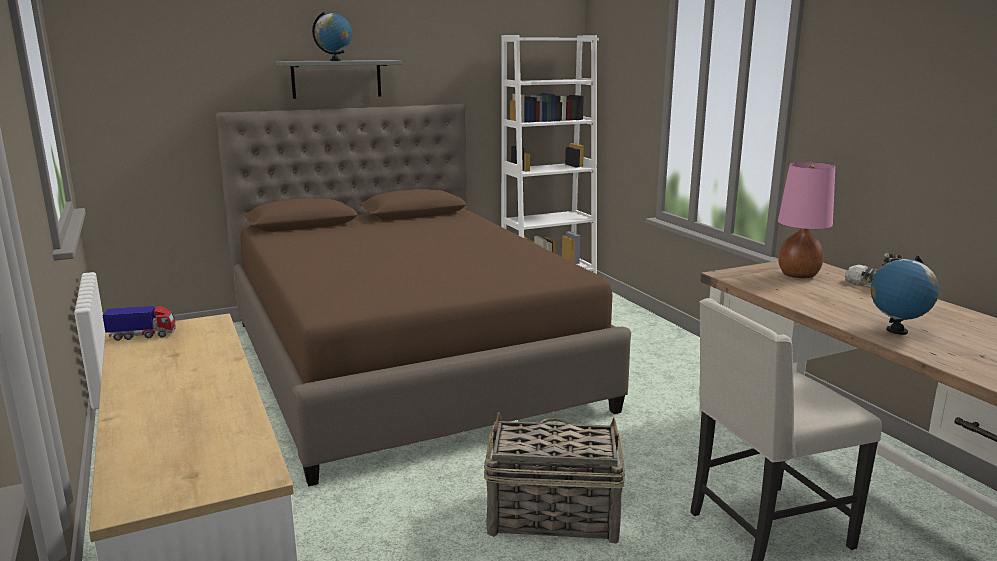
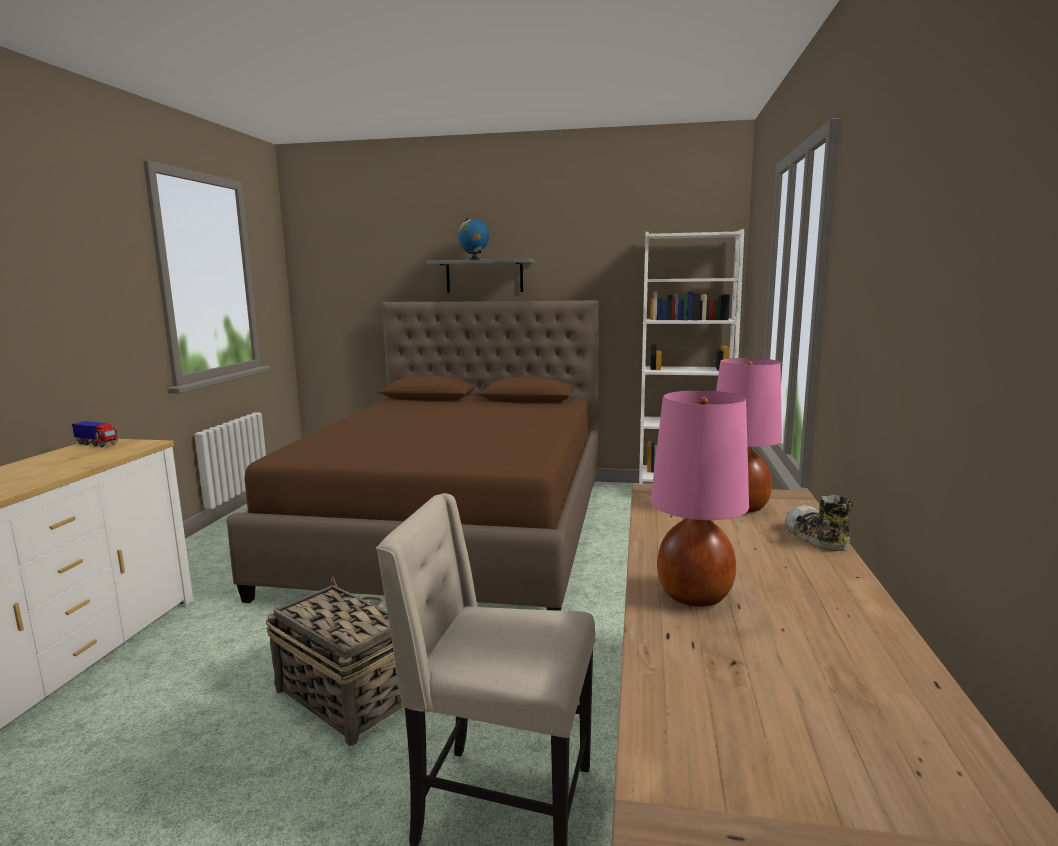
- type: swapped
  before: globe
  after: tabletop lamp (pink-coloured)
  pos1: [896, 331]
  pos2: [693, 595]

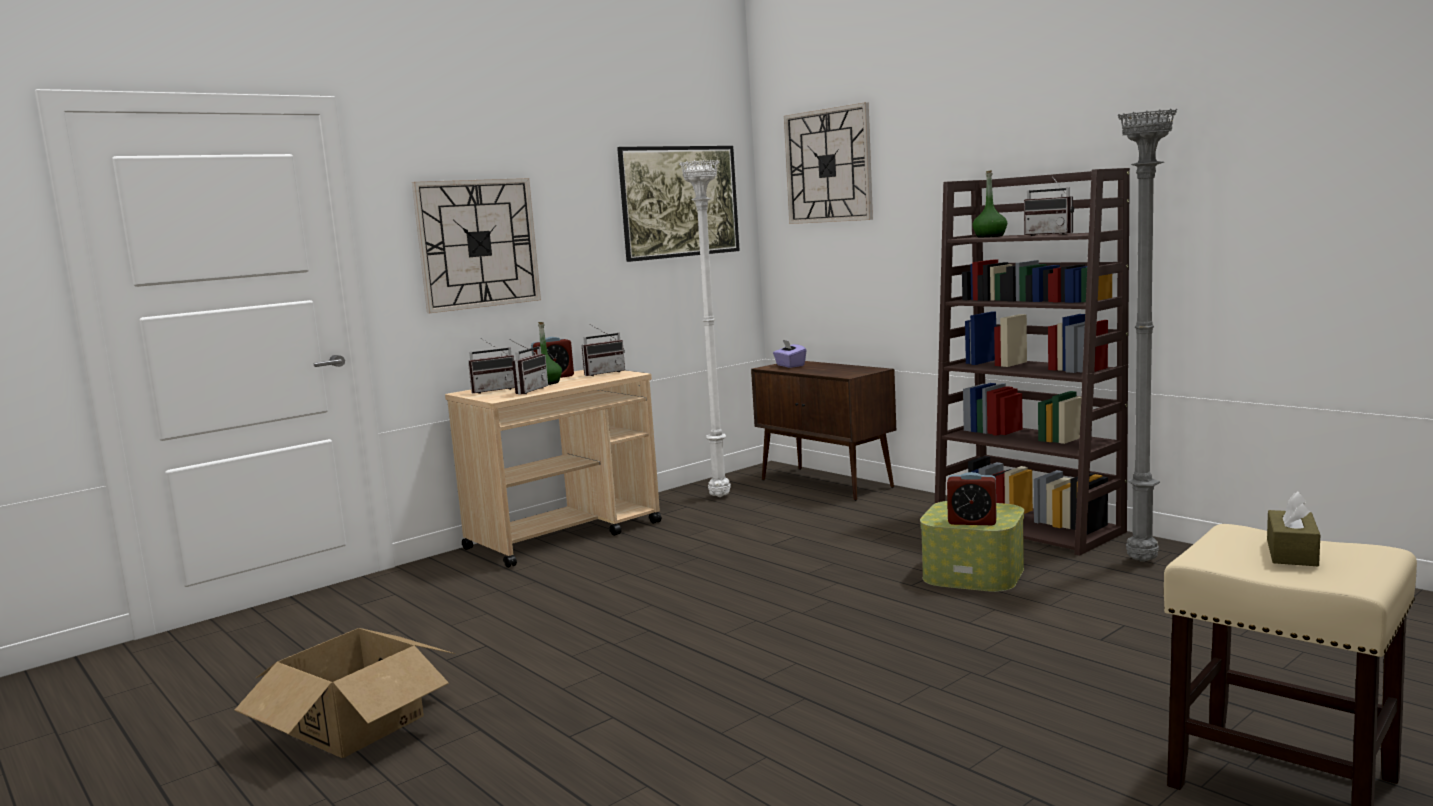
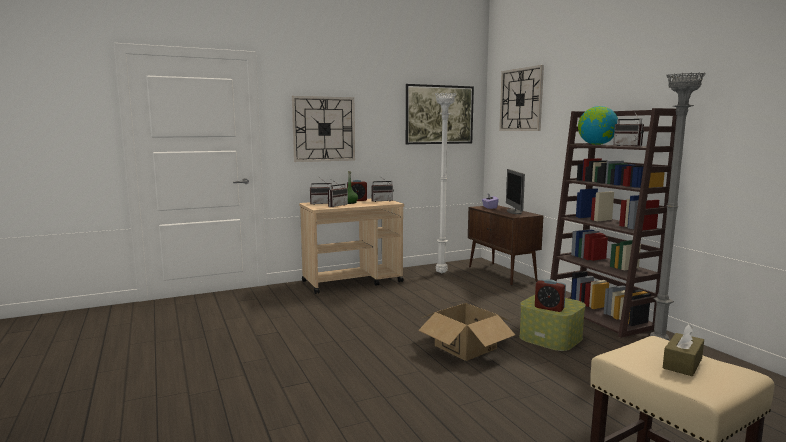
- type: new
  after: computer display
  pos2: [514, 212]
- type: shifted
  before: cardboard box
  pos1: [355, 724]
  pos2: [465, 347]
- type: swapped
  before: bottle (greenish)
  after: globe
  pos1: [989, 236]
  pos2: [596, 144]

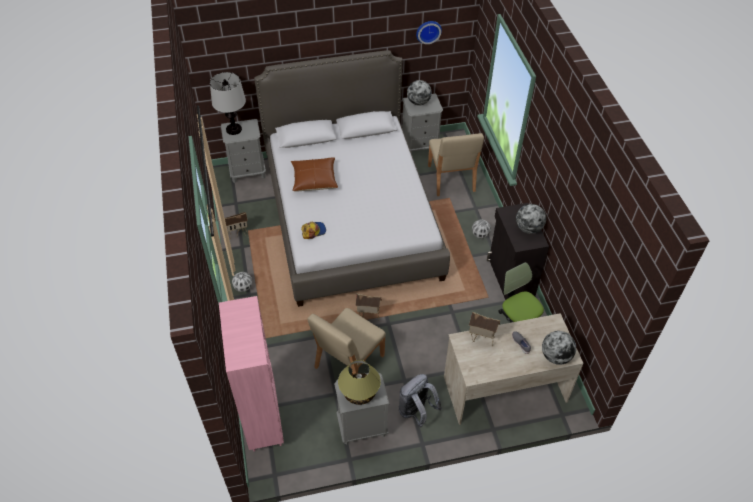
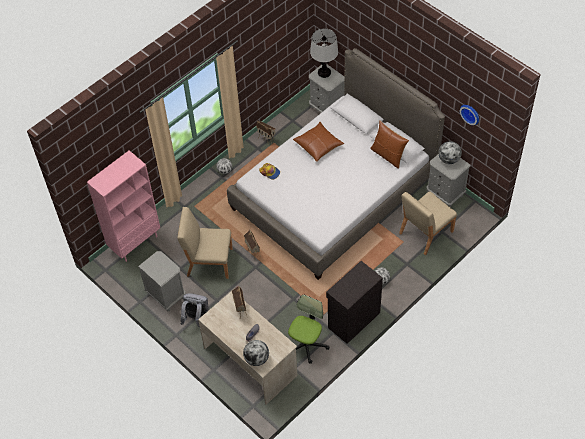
- type: gone
  before: tabletop lamp
  pos1: [360, 392]
- type: gone
  before: globe
  pos1: [528, 228]
- type: new
  after: throw pillow (brown-coloured)
  pos2: [388, 155]

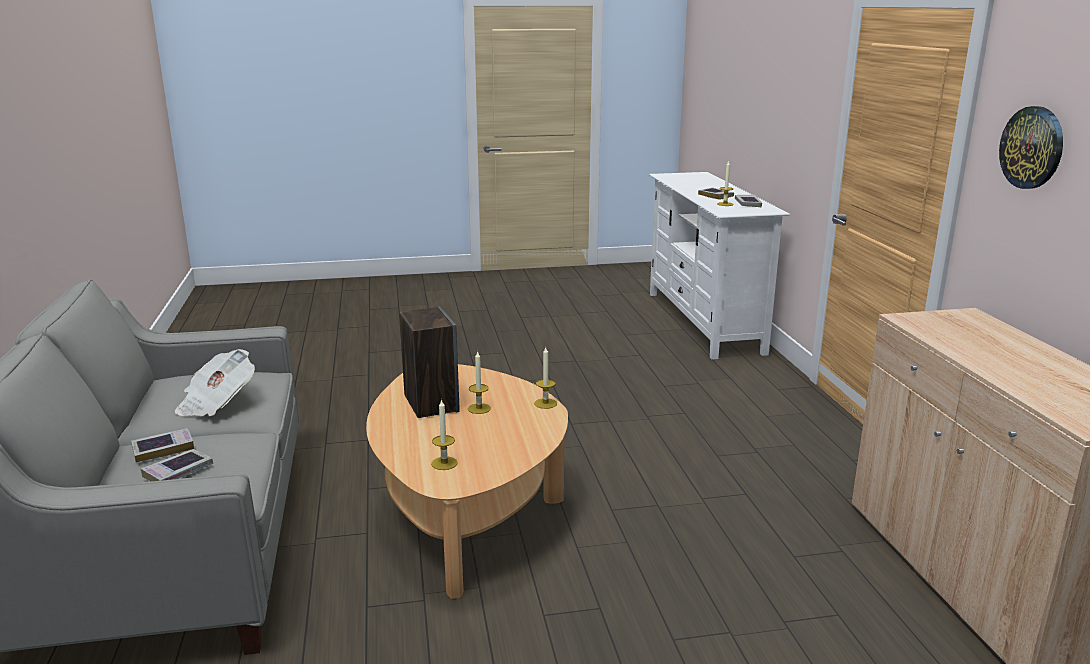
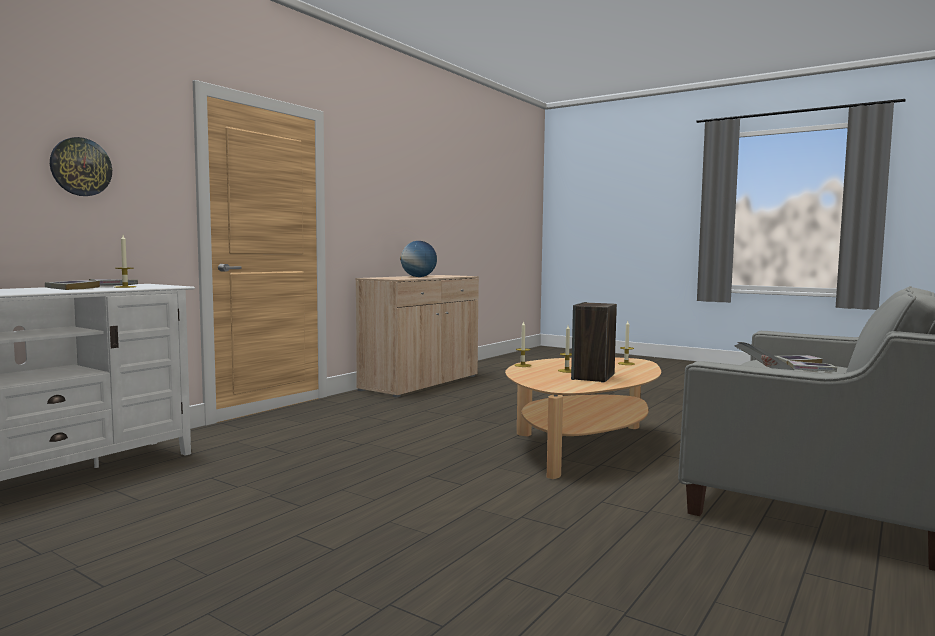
- type: new
  after: globe
  pos2: [418, 277]
- type: shifted
  before: hanging clock
  pos1: [1032, 147]
  pos2: [80, 167]

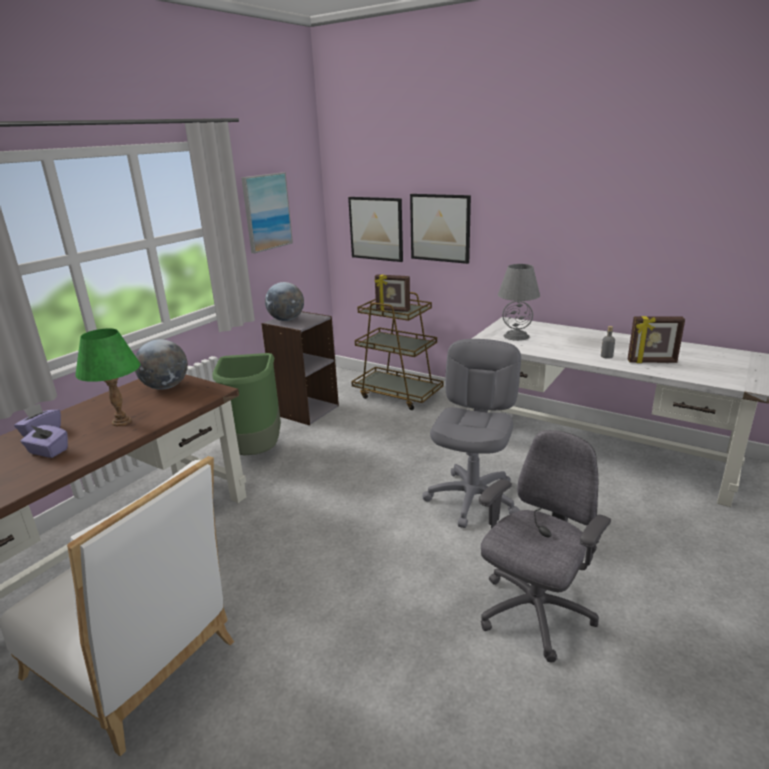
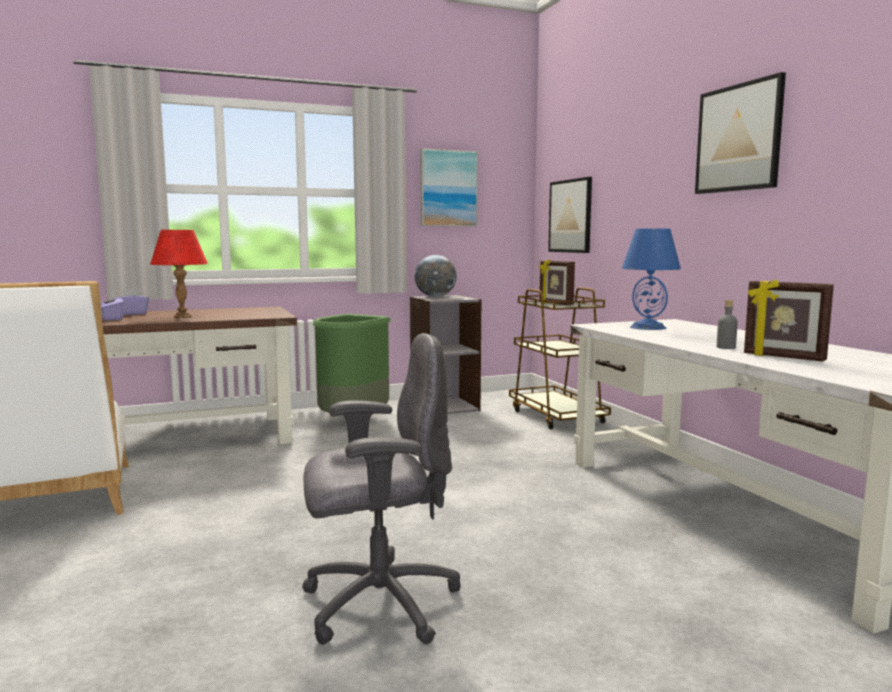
- type: gone
  before: globe
  pos1: [165, 387]
- type: gone
  before: computer chair (grey)
  pos1: [473, 498]
- type: shifted
  before: wall art
  pos1: [440, 228]
  pos2: [738, 138]
- type: repainted
  before: tabletop lamp (greenish)
  after: tabletop lamp (red)
  pos1: [121, 421]
  pos2: [182, 317]
- type: repainted
  before: tabletop lamp (grey)
  after: tabletop lamp (blue)
  pos1: [516, 336]
  pos2: [648, 327]

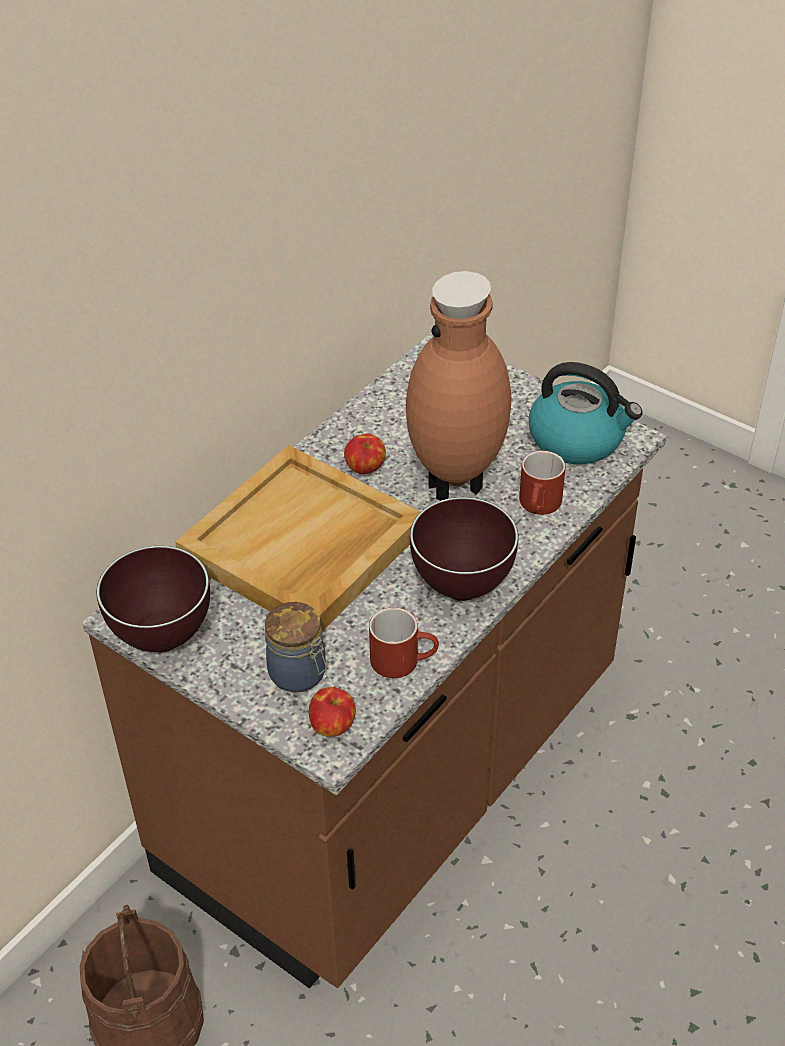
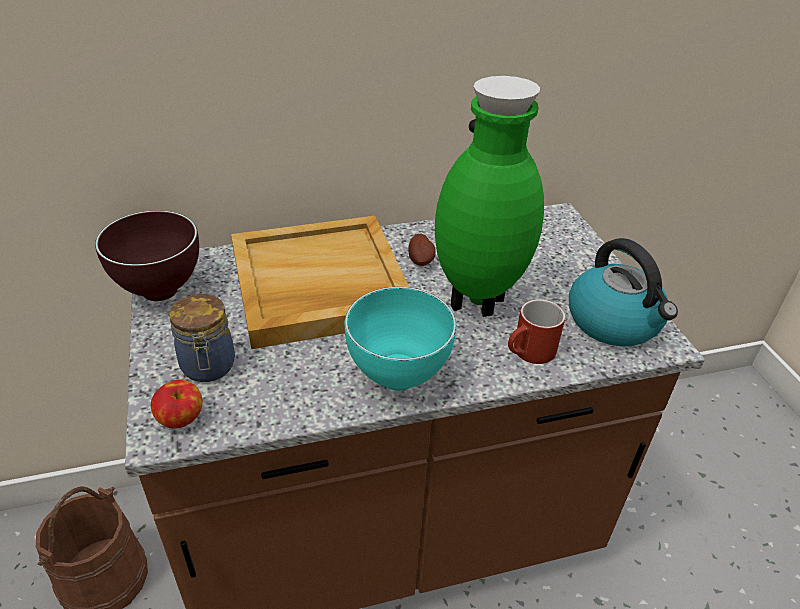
- type: gone
  before: mug (red)
  pos1: [404, 660]
- type: swapped
  before: apple fruit
  after: whole potato
  pos1: [365, 468]
  pos2: [421, 260]
- type: repainted
  before: flower vase (brown-coloured)
  after: flower vase (greenish)
  pos1: [457, 485]
  pos2: [477, 304]
- type: repainted
  before: bowl (brown-coloured)
  after: bowl (turquoise-coloured)
  pos1: [459, 587]
  pos2: [396, 376]

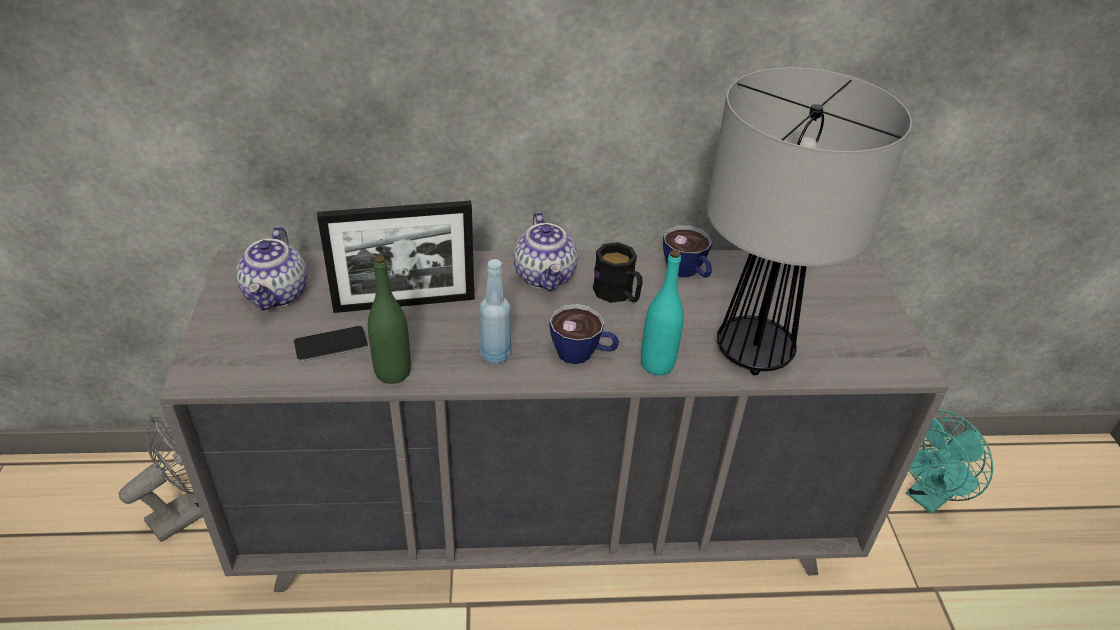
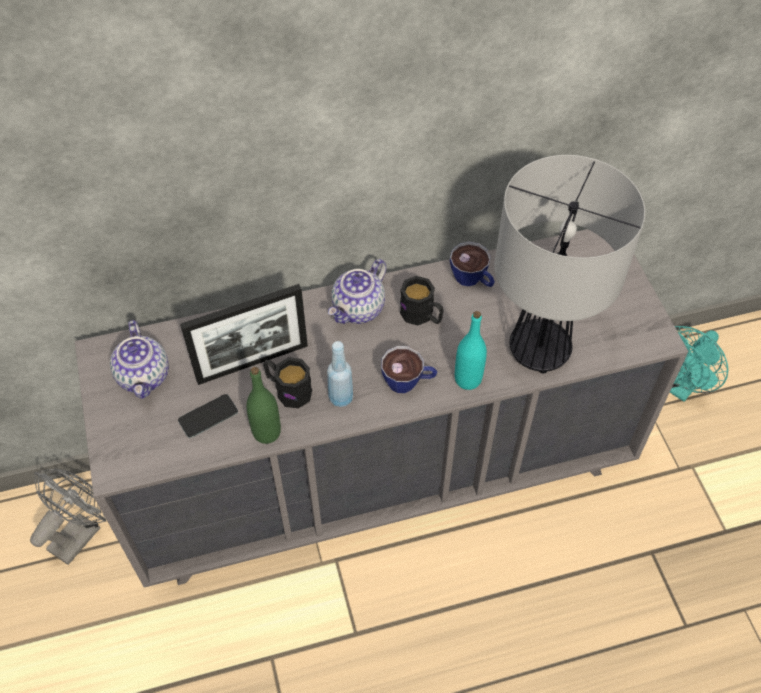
- type: new
  after: mug (blackish)
  pos2: [288, 390]
- type: rotated
  before: tea pot
  pos1: [546, 276]
  pos2: [359, 309]
  turn: 60

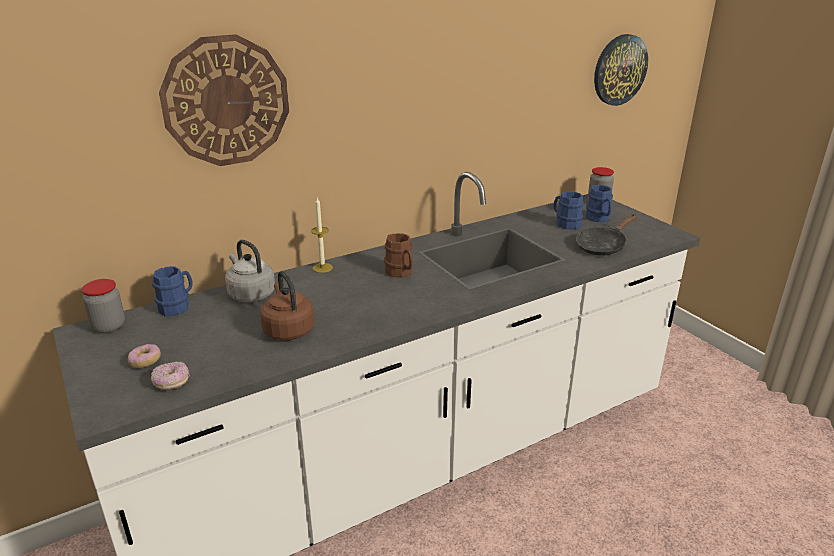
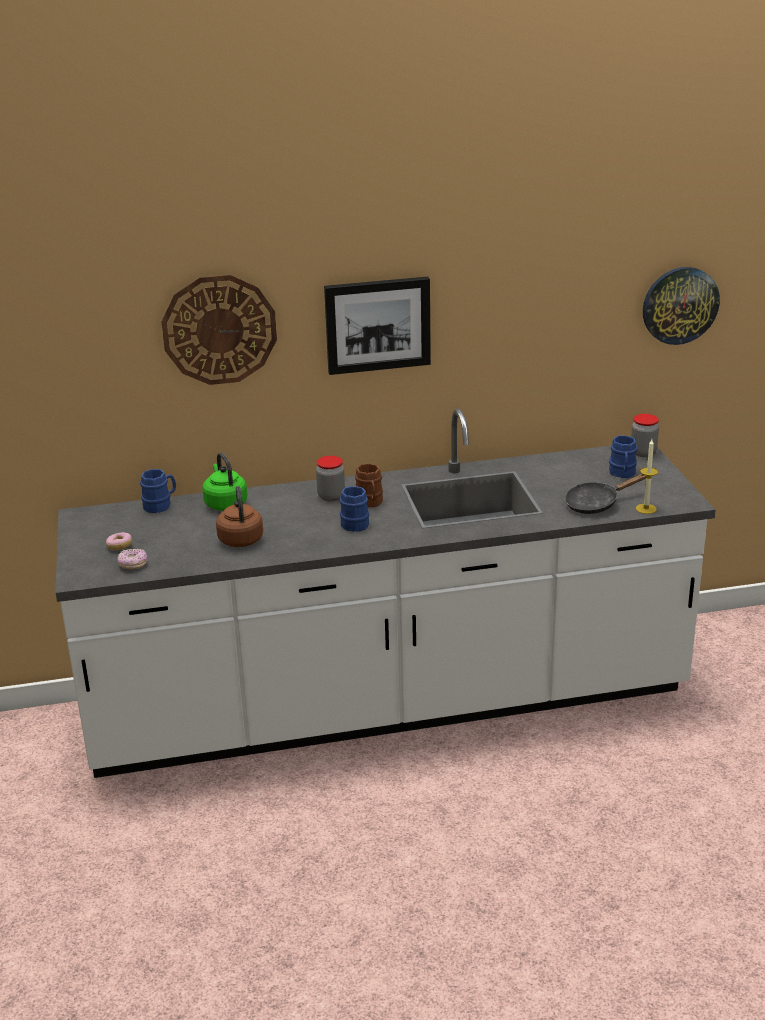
- type: new
  after: wall art
  pos2: [377, 324]
- type: shifted
  before: preserve jar
  pos1: [109, 326]
  pos2: [331, 496]
- type: shifted
  before: wax light
  pos1: [322, 268]
  pos2: [646, 509]
- type: shifted
  before: mug (blue)
  pos1: [565, 223]
  pos2: [353, 523]
- type: repainted
  before: kettle (grey)
  after: kettle (greenish)
  pos1: [250, 294]
  pos2: [225, 503]

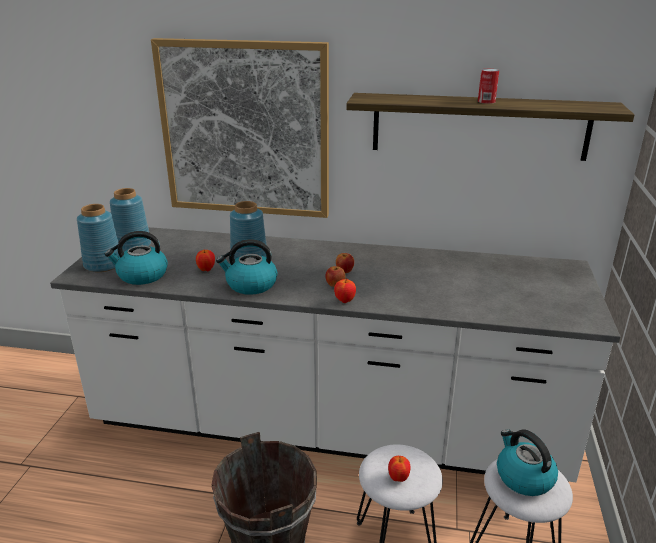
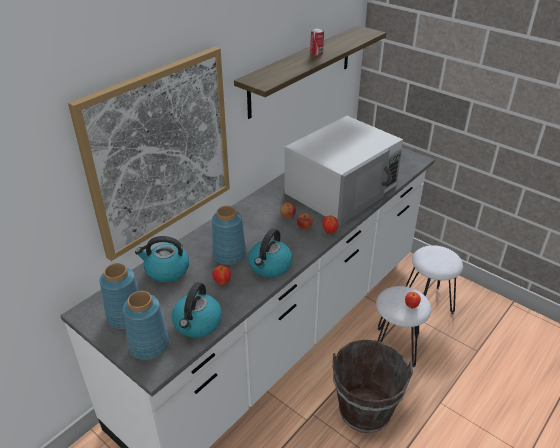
- type: new
  after: kitchen microwave (white-coloured)
  pos2: [342, 189]
- type: shifted
  before: kettle
  pos1: [523, 477]
  pos2: [166, 270]

